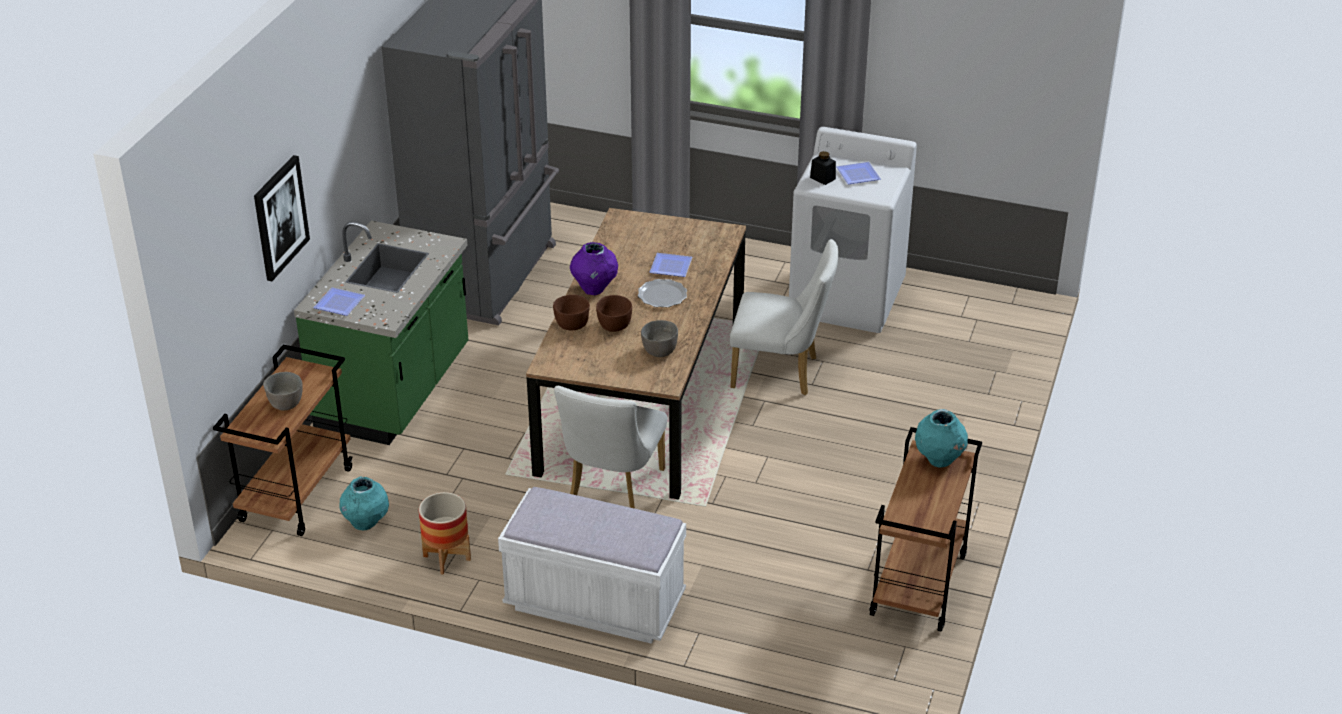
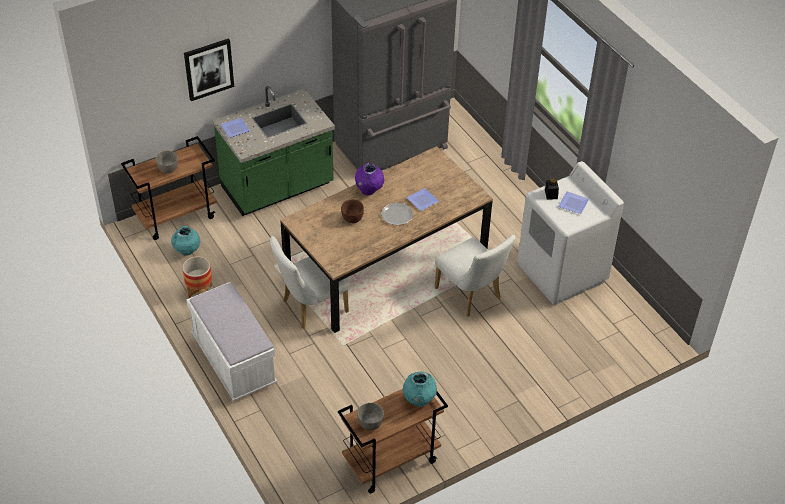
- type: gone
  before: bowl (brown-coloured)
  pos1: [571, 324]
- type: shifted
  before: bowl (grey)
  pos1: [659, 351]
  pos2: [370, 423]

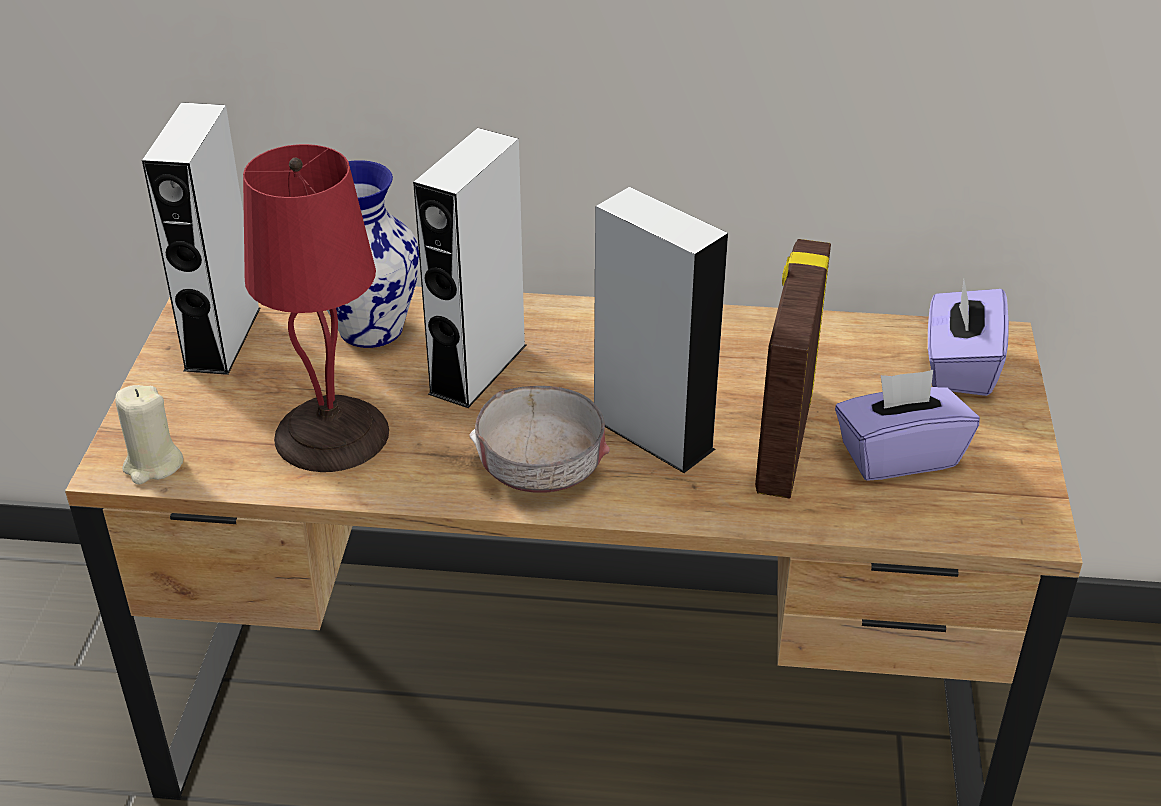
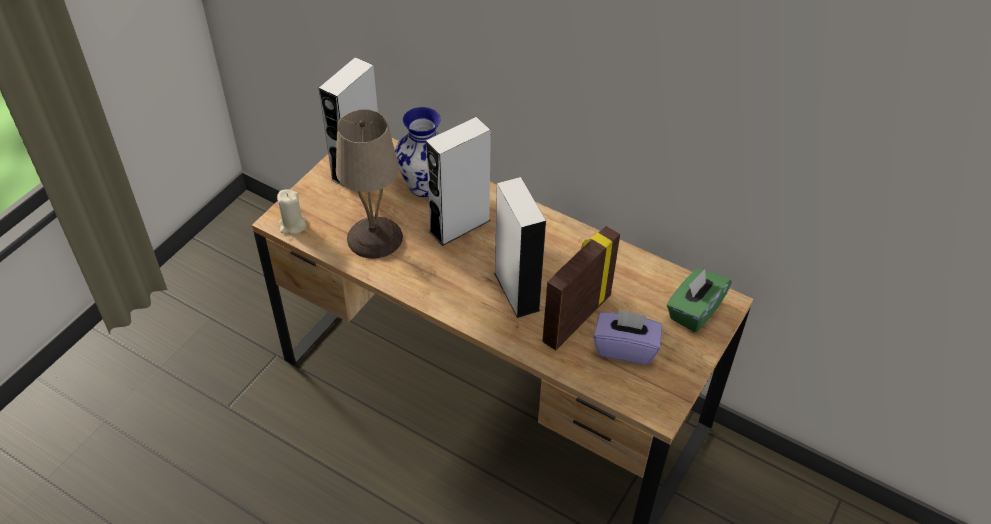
- type: gone
  before: bowl (grey)
  pos1: [541, 469]
- type: repainted
  before: tabletop lamp (red)
  after: tabletop lamp (beige-coloured)
  pos1: [333, 432]
  pos2: [375, 237]
- type: repainted
  before: tissue holder (purplish)
  after: tissue holder (greenish)
  pos1: [959, 366]
  pos2: [694, 310]

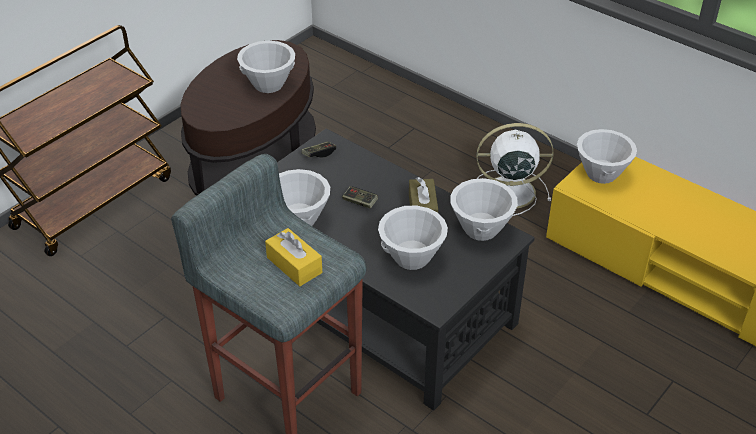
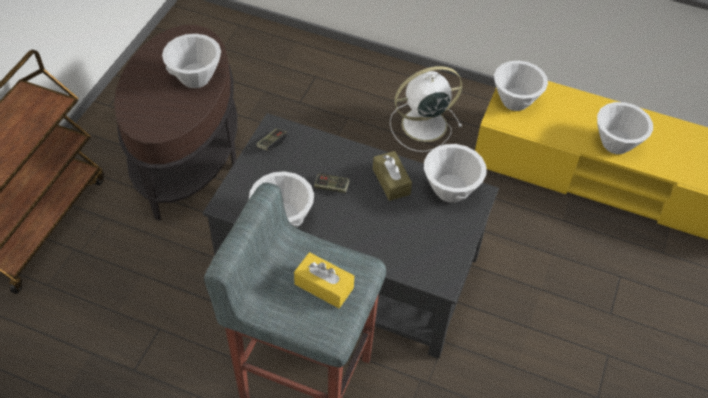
- type: shifted
  before: bowl (white-coloured)
  pos1: [411, 257]
  pos2: [615, 143]

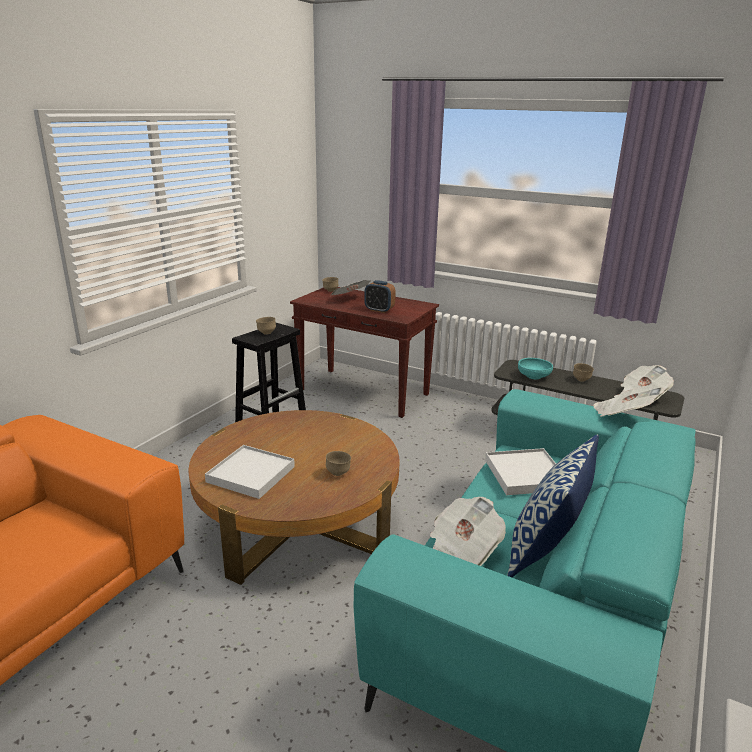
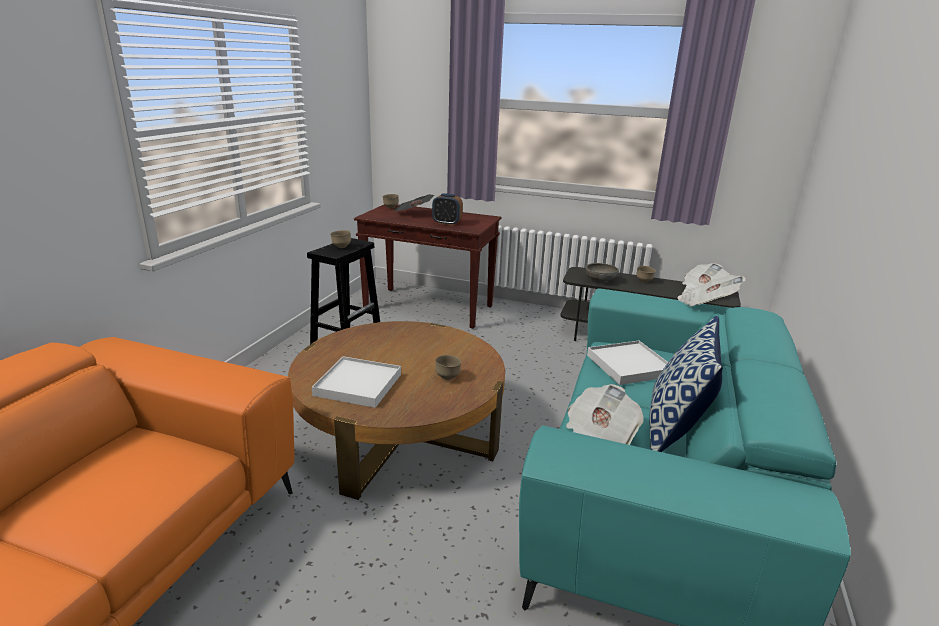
- type: repainted
  before: bowl (turquoise-coloured)
  after: bowl (grey)
  pos1: [533, 376]
  pos2: [600, 280]

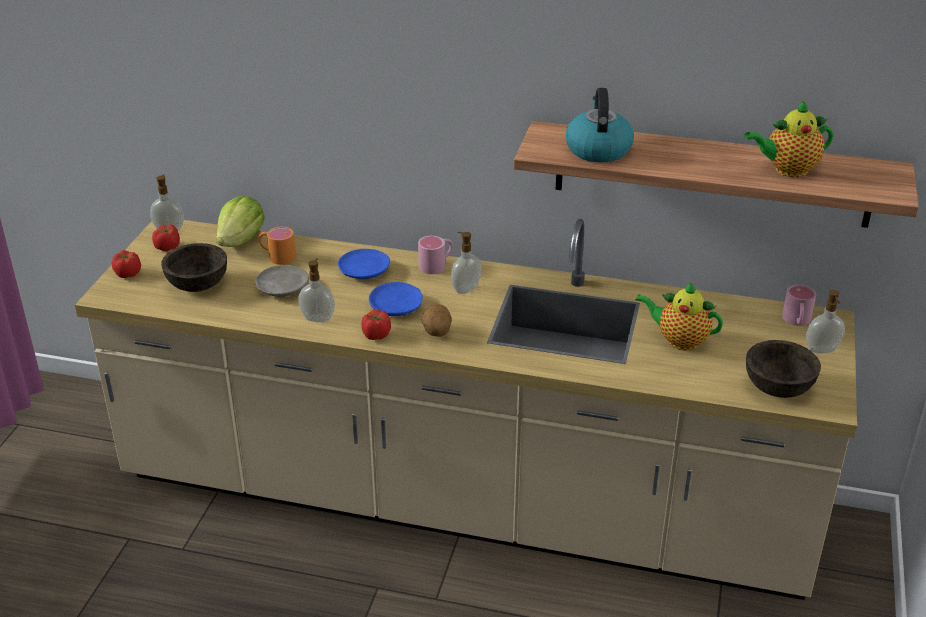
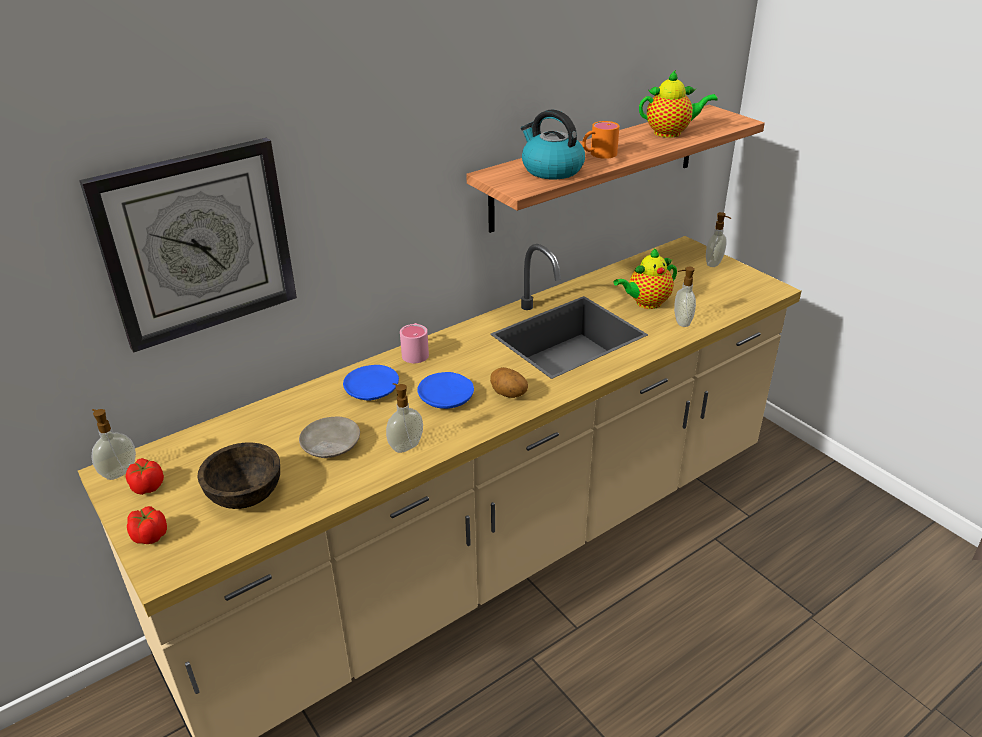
- type: gone
  before: lettuce
  pos1: [241, 240]
- type: gone
  before: fresh tomato
  pos1: [376, 335]
- type: gone
  before: bowl (brown-coloured)
  pos1: [778, 387]
- type: gone
  before: mug (pink-coloured)
  pos1: [797, 321]
- type: new
  after: hanging clock
  pos2: [197, 243]
- type: shifted
  before: mug (orangey)
  pos1: [277, 256]
  pos2: [598, 154]
- type: shifted
  before: soap dispenser
  pos1: [465, 289]
  pos2: [681, 322]
- type: rotated
  before: tea pot
  pos1: [787, 170]
  pos2: [671, 133]
  turn: -120

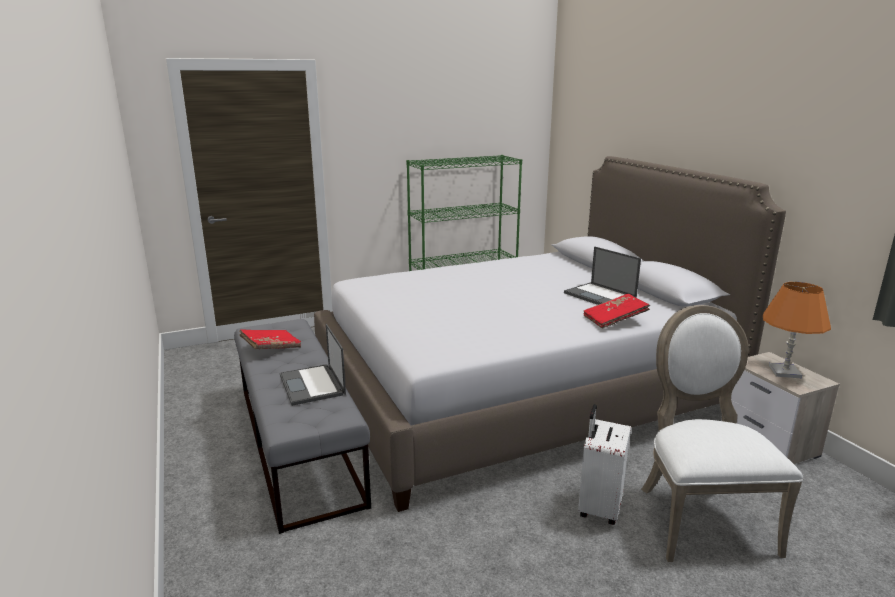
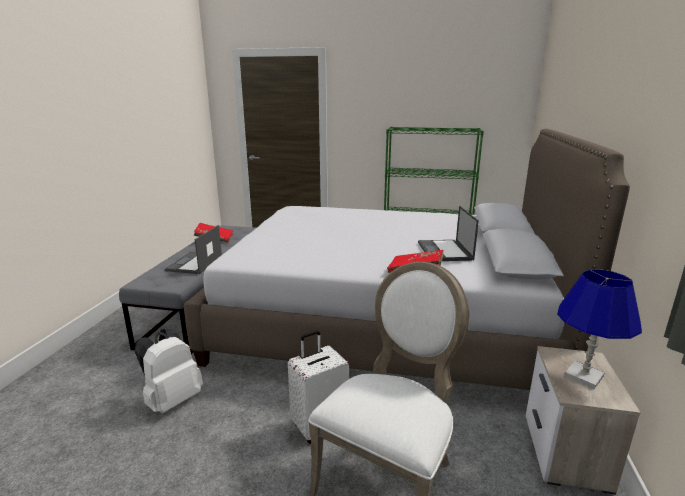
- type: new
  after: knapsack (white-coloured)
  pos2: [172, 400]
- type: repainted
  before: tabletop lamp (orangey)
  after: tabletop lamp (blue)
  pos1: [785, 372]
  pos2: [584, 376]

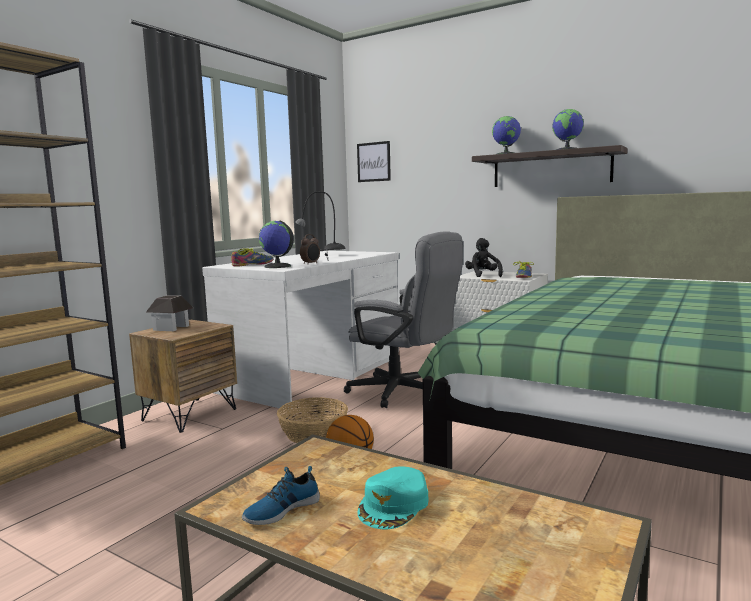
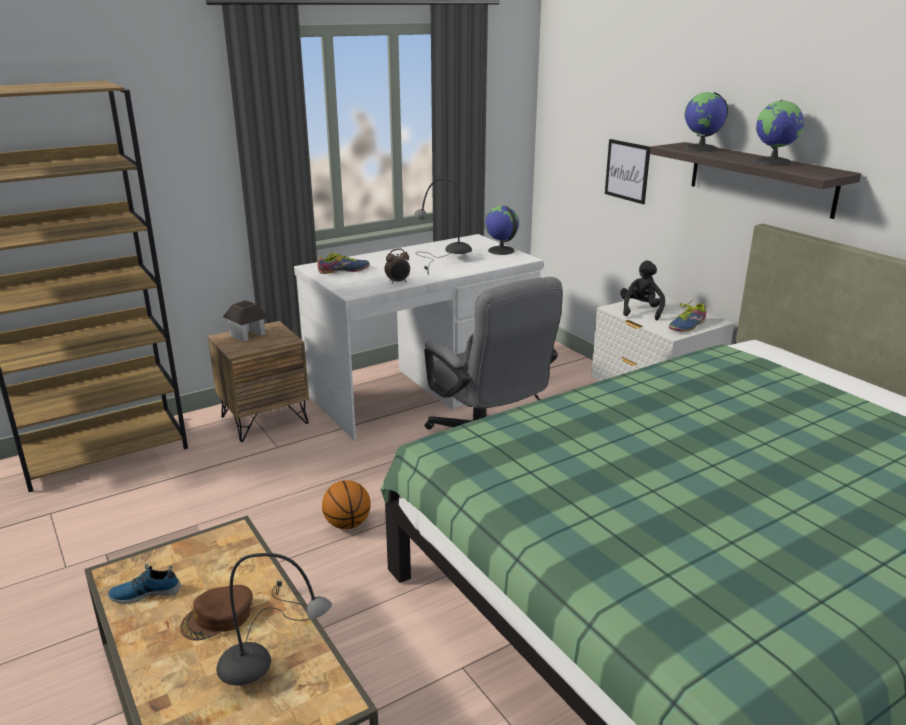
- type: gone
  before: basket
  pos1: [313, 433]
- type: new
  after: tabletop lamp (grey)
  pos2: [271, 658]
- type: shifted
  before: globe
  pos1: [277, 266]
  pos2: [501, 251]
- type: shifted
  before: wall art
  pos1: [373, 162]
  pos2: [627, 171]
- type: repainted
  before: cap (turquoise-coloured)
  after: cap (brown-coloured)
  pos1: [394, 505]
  pos2: [218, 618]

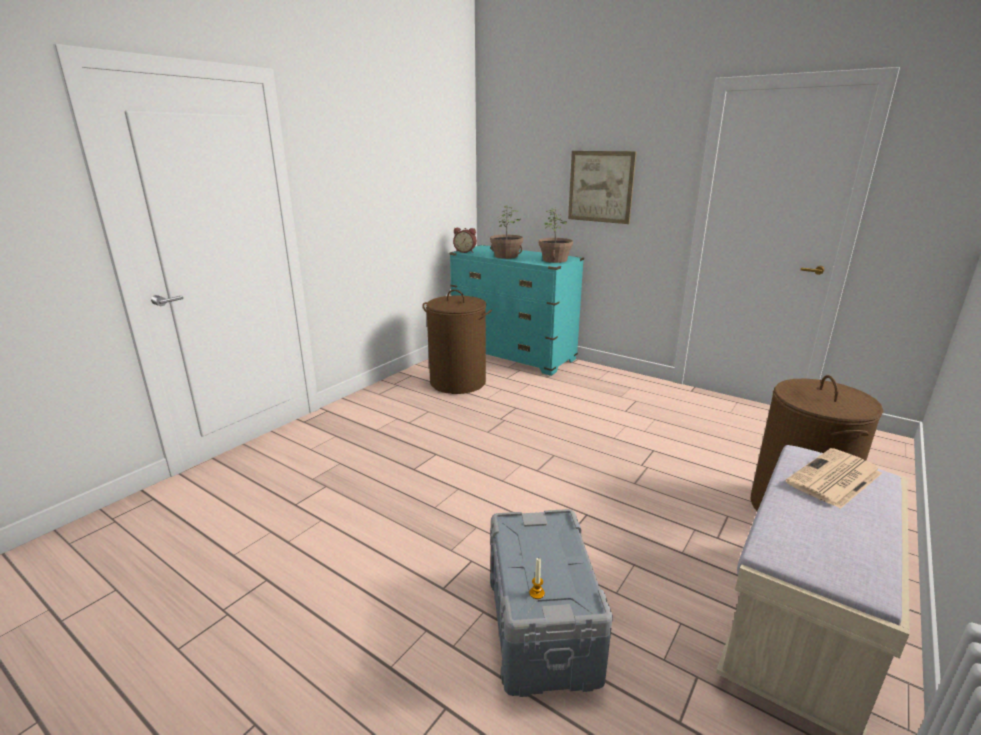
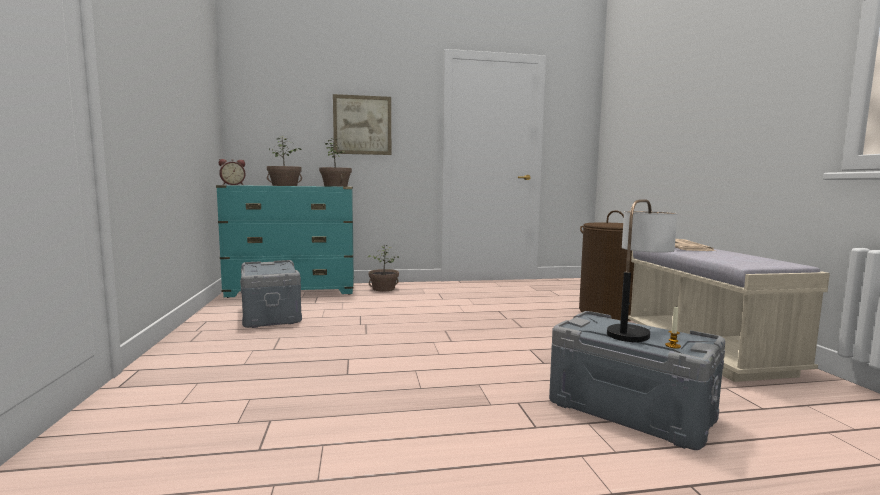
- type: new
  after: plant in a pot
  pos2: [383, 289]
- type: new
  after: tabletop lamp
  pos2: [636, 330]
- type: swapped
  before: hamper (brown-coloured)
  after: storage container (grey)
  pos1: [458, 382]
  pos2: [272, 314]

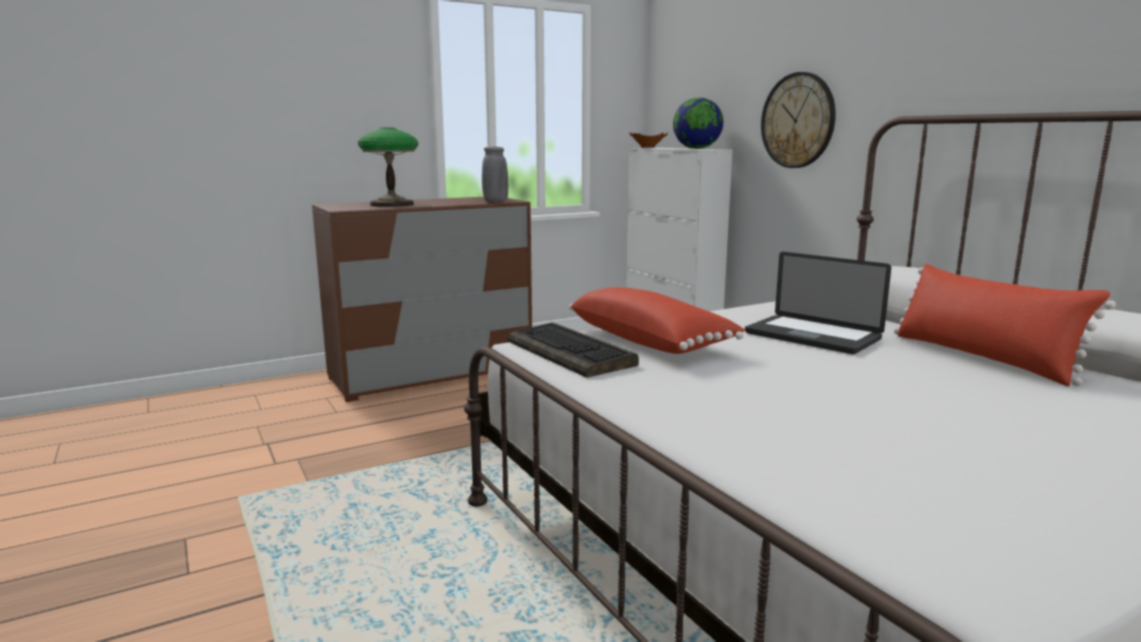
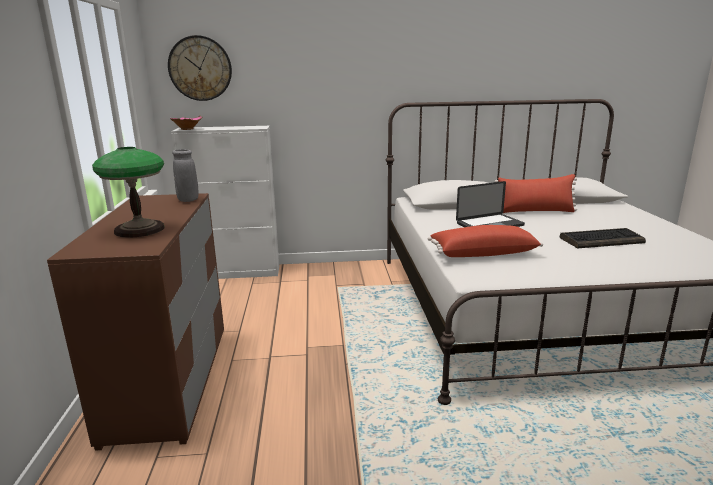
- type: gone
  before: globe
  pos1: [696, 148]
- type: shifted
  before: PC keyboard
  pos1: [571, 353]
  pos2: [601, 240]
- type: shifted
  before: hanging clock
  pos1: [798, 120]
  pos2: [200, 68]

